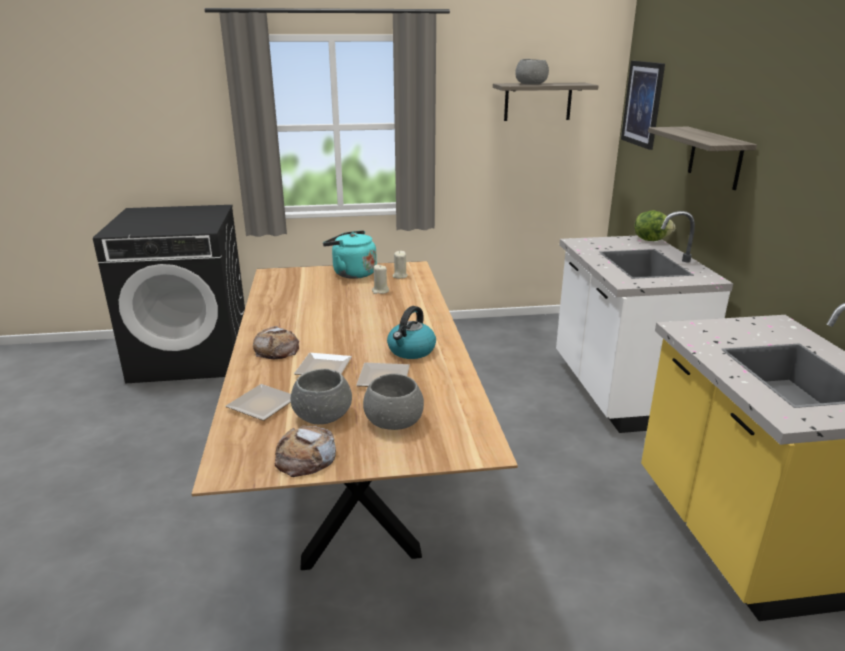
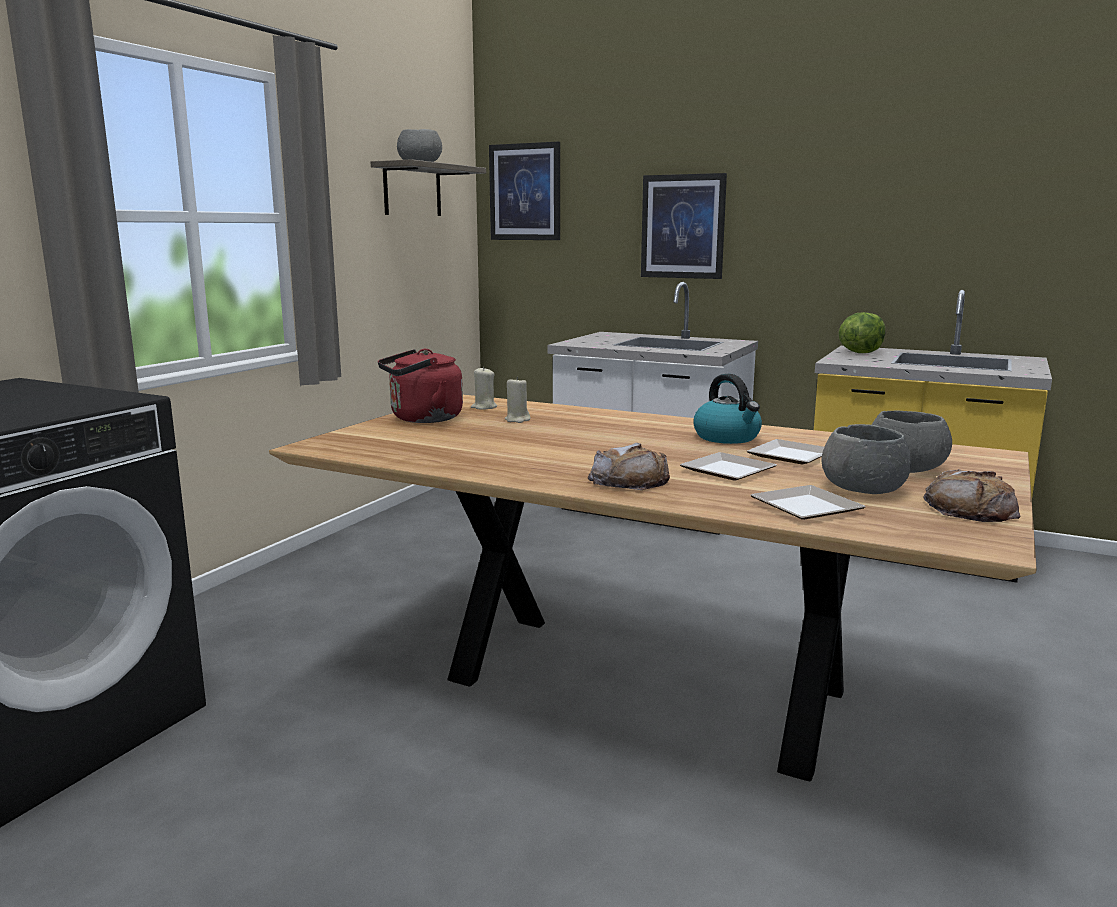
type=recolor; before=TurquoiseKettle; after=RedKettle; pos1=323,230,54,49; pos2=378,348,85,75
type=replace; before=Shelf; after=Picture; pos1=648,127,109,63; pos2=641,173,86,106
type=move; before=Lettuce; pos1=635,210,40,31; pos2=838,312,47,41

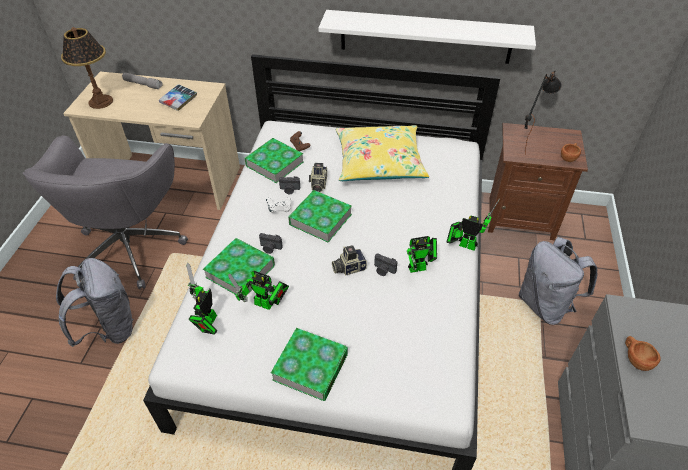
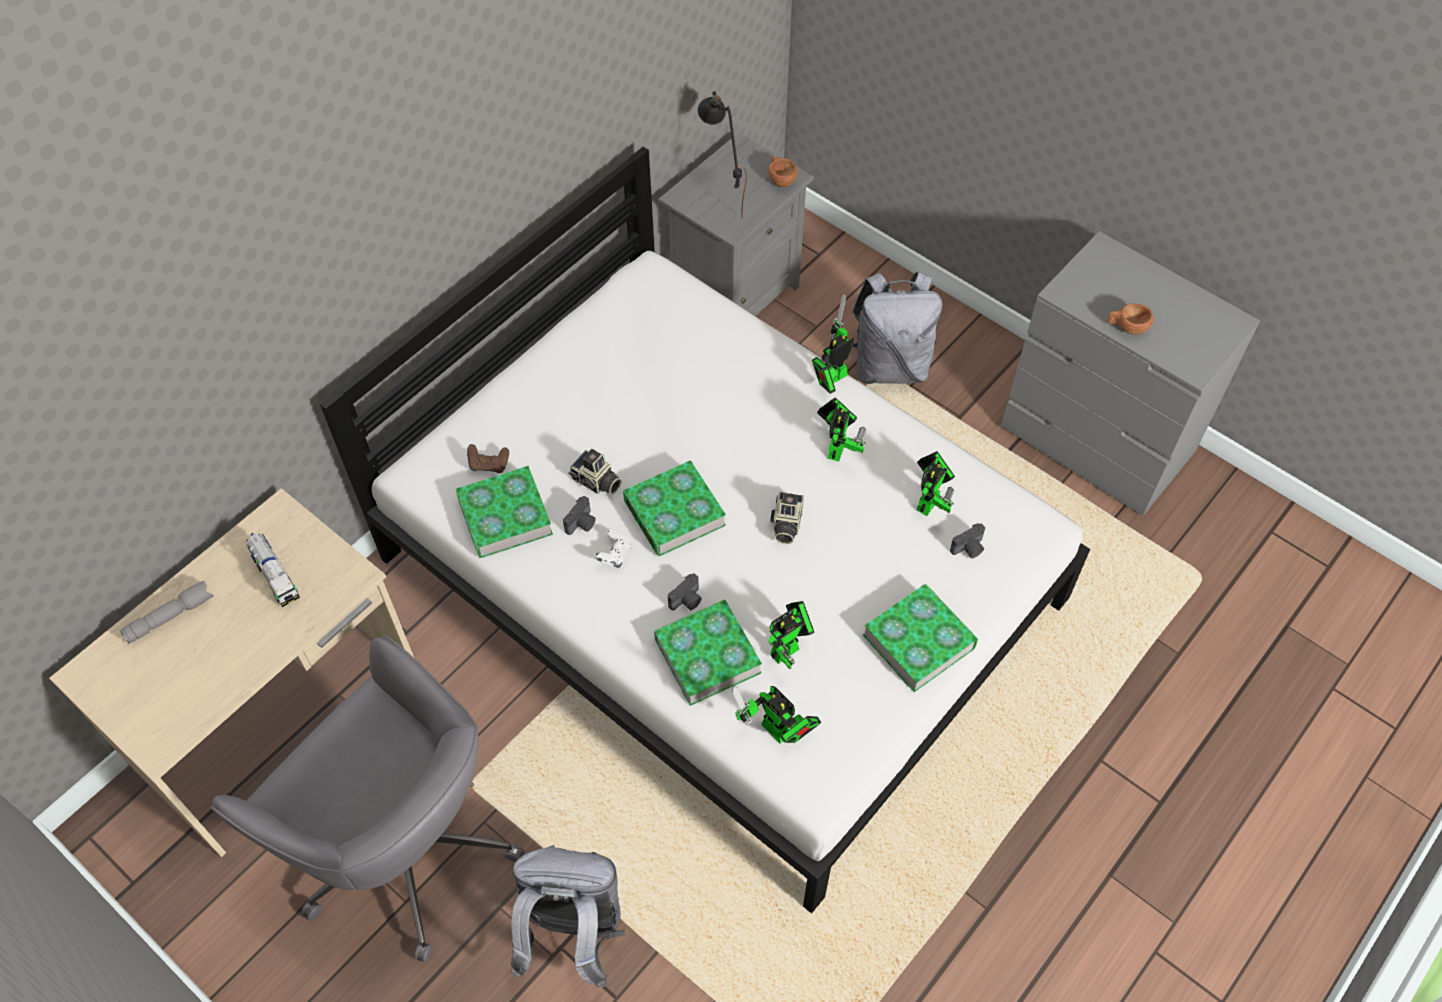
type=replace; before=Book; after=ToyTruck; pos1=159,84,38,27; pos2=246,533,54,74
type=recolor; before=BrownNightstand; after=GreyNightstand; pos1=488,123,100,117; pos2=659,133,155,183
type=insert; after=ToyRobot; pos2=917,451,38,65
type=move; before=PhotoCamera; pos1=374,253,23,23; pos2=950,523,35,35
type=delete; before=TableLamp; pos1=61,27,52,82
type=delete; before=WhiteShelf; pos1=318,10,218,54
type=delete; before=YellowPillow; pos1=336,125,93,56

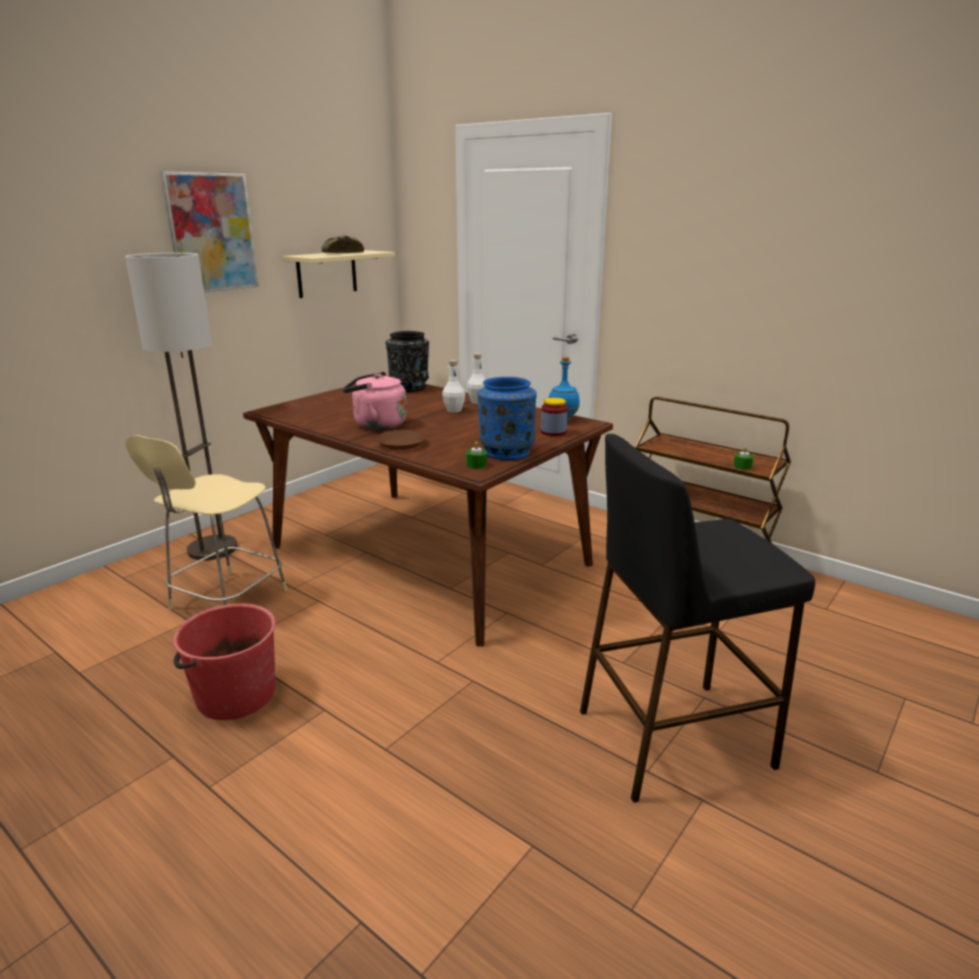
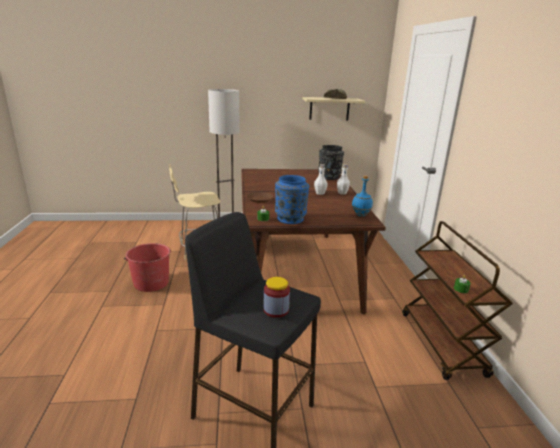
type=move; before=Jar; pos1=541,398,27,38; pos2=263,277,27,41
type=delete; before=Picture; pos1=160,171,99,122
type=delete; before=PinkKettle; pos1=342,372,65,58

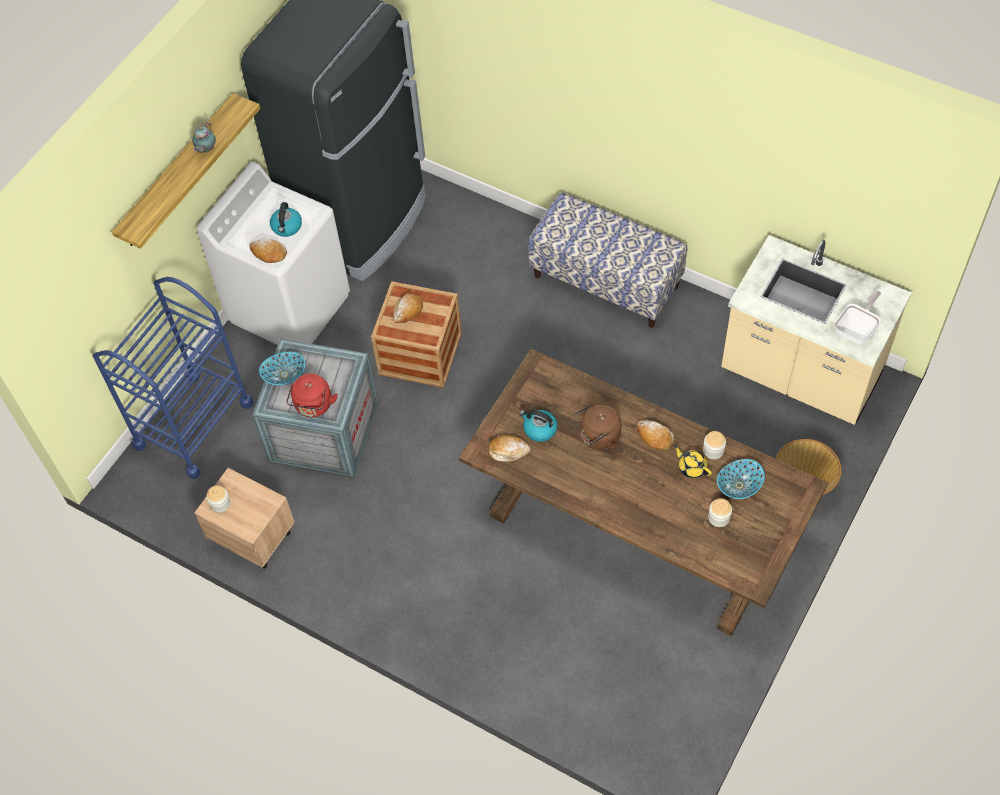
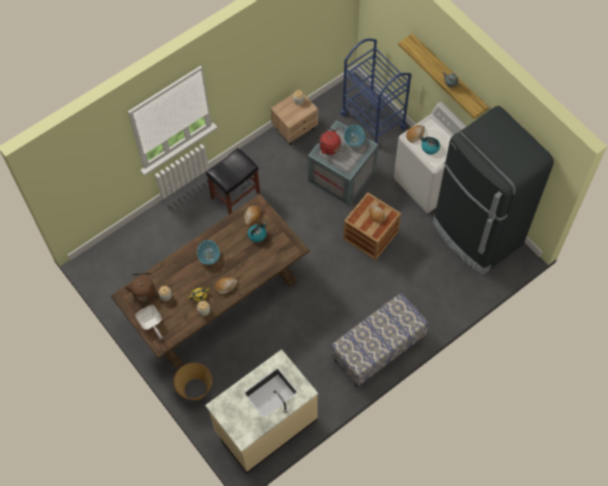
type=move; before=BrownKettle; pos1=573,404,48,46; pos2=126,273,29,28
type=move; before=FryingPan; pos1=835,291,46,53; pos2=136,305,27,34
type=move; before=Bowl; pos1=717,459,48,40; pos2=197,240,23,25
type=insert; after=BlackStool; pos2=206,148,54,67

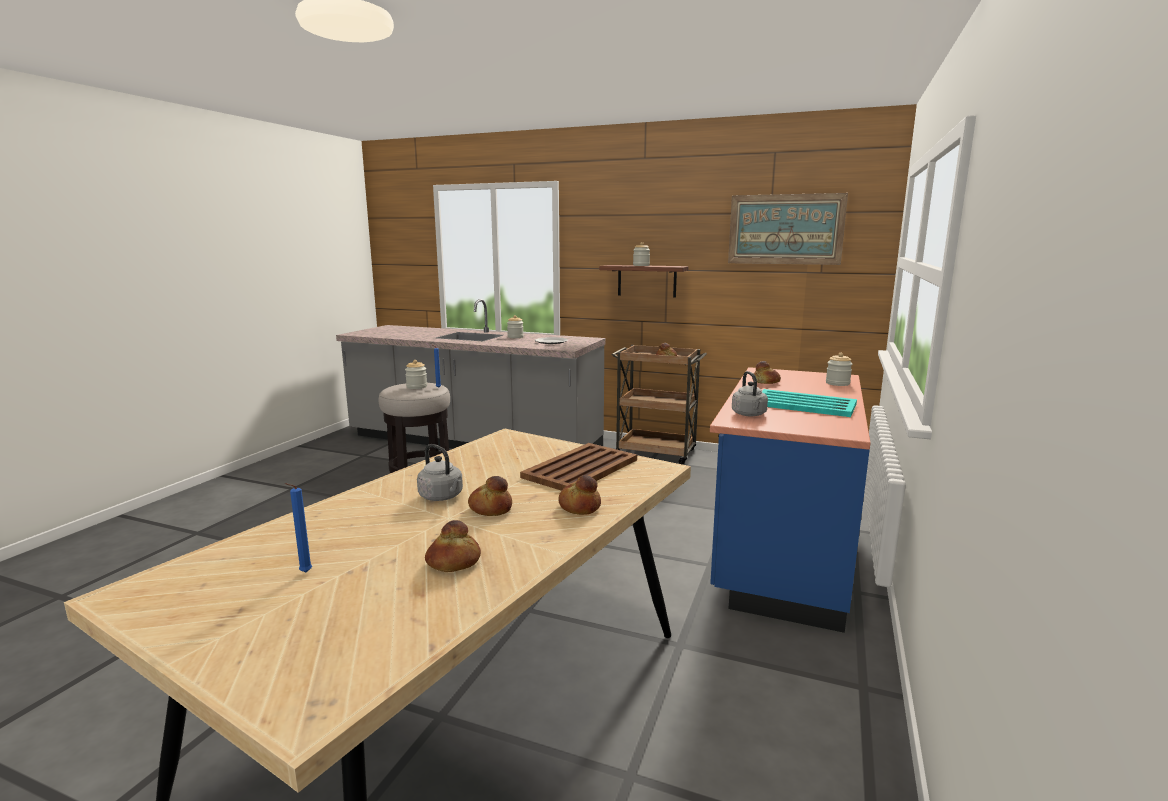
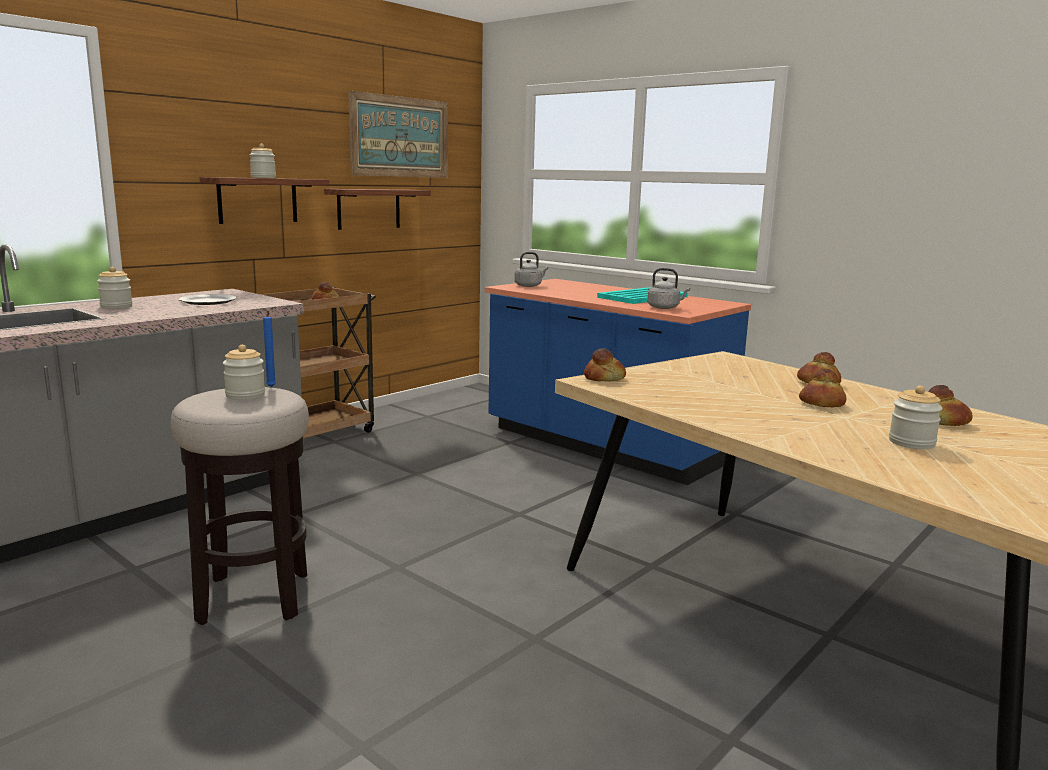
type=insert; after=Shelf; pos2=324,189,107,41
type=move; before=GreyKettle; pos1=417,444,46,57; pos2=514,252,34,35
type=move; before=Bread; pos1=752,361,29,23; pos2=584,348,42,33
type=move; before=Jar; pos1=826,353,26,33; pos2=889,386,53,63
type=delete; before=BlueCandle; pos1=285,483,27,89
type=delete; before=BrownTray; pos1=520,443,117,48

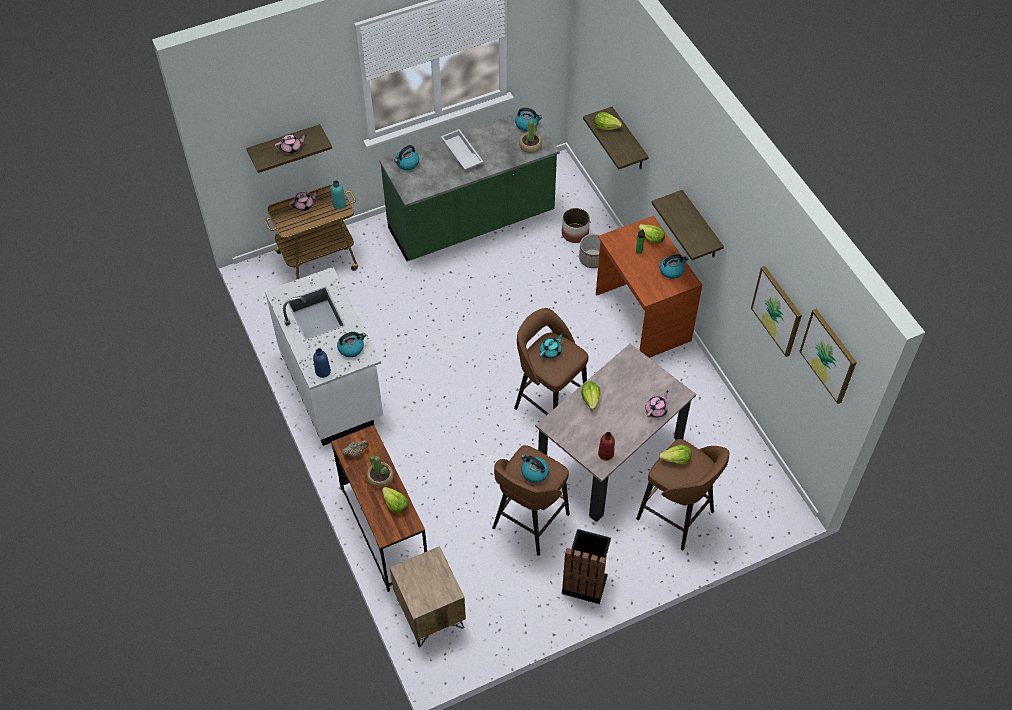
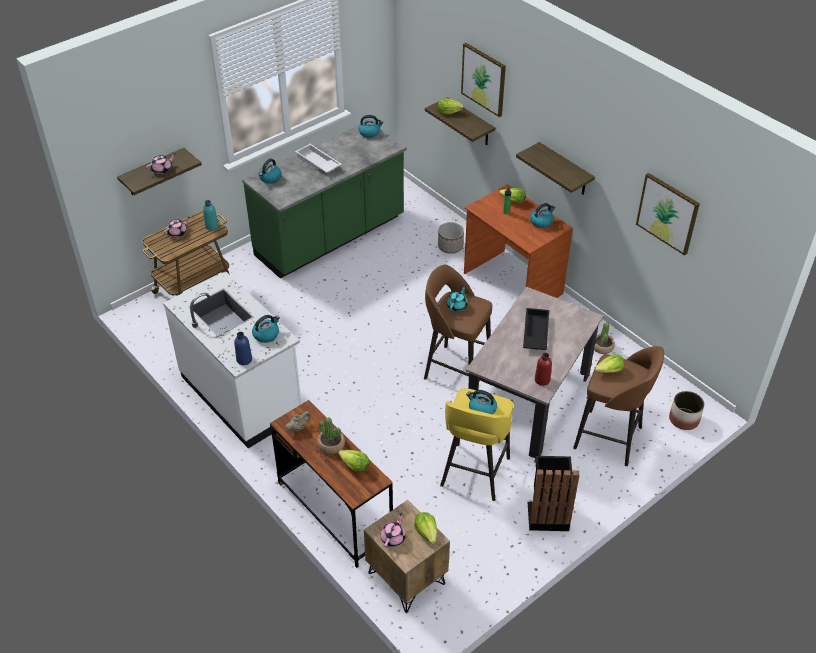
type=move; before=PinkTeapot; pos1=645,390,23,28; pos2=380,513,26,35
type=move; before=Lettuce; pos1=581,381,19,29; pos2=414,512,23,32
type=recolor; before=BrownStool; after=YellowStool; pos1=492,445,78,111; pos2=440,388,73,113
type=move; before=Picture; pos1=799,309,58,95; pos2=461,43,45,74
type=insert; after=BlackTray; pos2=523,308,26,42
type=move; before=PottedPlant; pos1=519,120,23,33; pos2=594,322,21,32
type=move; before=Planter; pos1=562,208,28,35; pos2=669,391,35,39

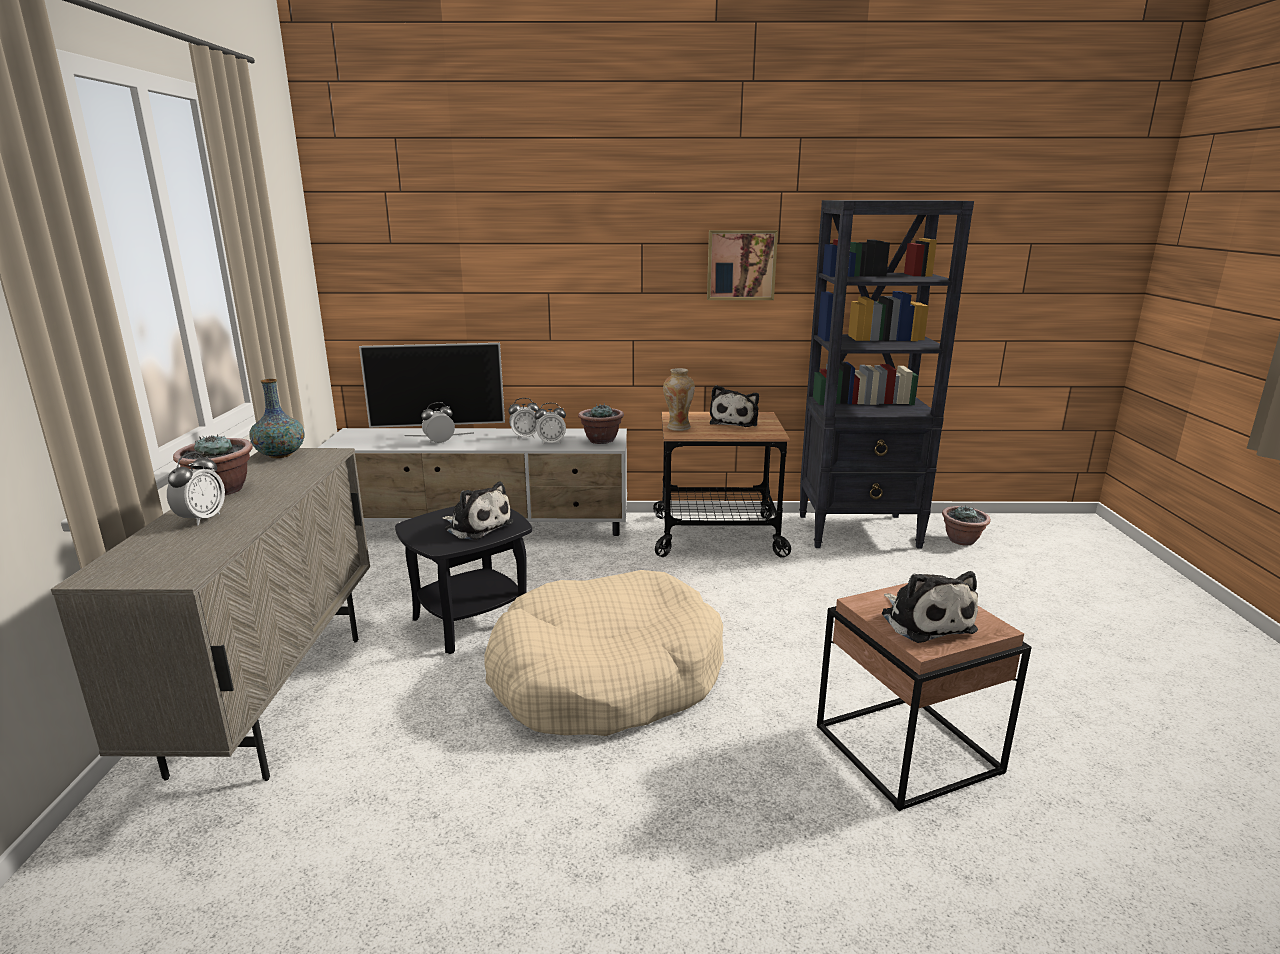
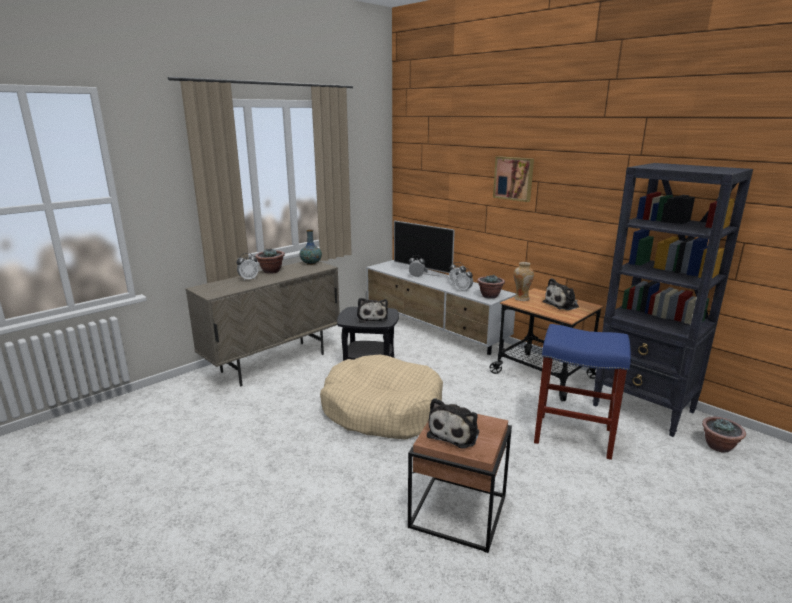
type=move; before=Picture; pos1=707,230,71,70; pos2=493,156,41,46
type=insert; after=BlueStool; pos2=534,324,97,136

